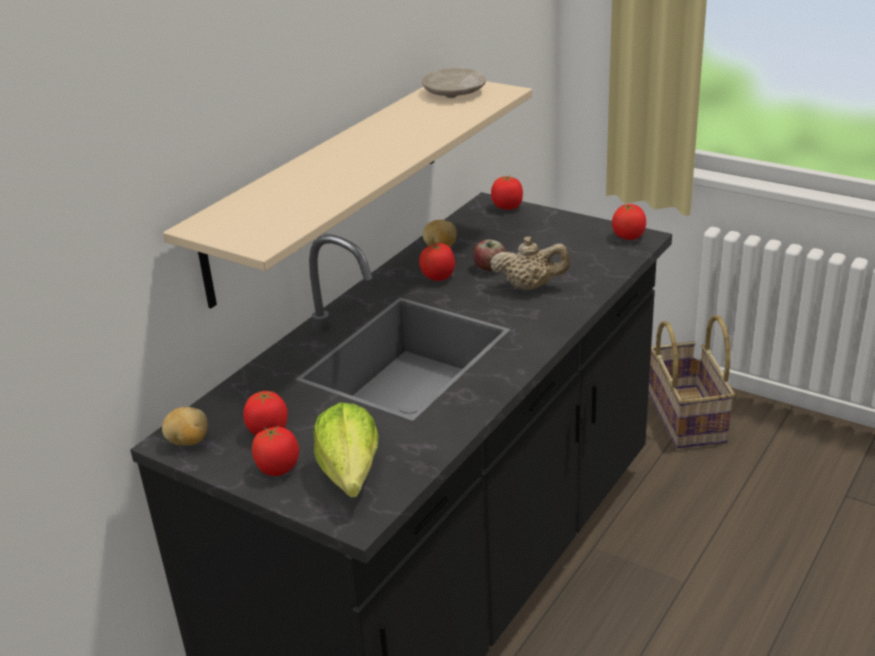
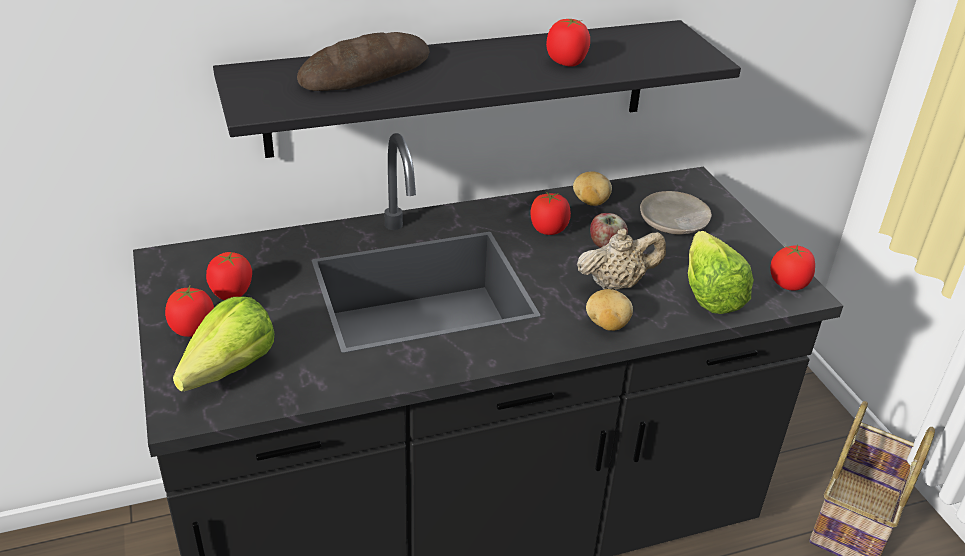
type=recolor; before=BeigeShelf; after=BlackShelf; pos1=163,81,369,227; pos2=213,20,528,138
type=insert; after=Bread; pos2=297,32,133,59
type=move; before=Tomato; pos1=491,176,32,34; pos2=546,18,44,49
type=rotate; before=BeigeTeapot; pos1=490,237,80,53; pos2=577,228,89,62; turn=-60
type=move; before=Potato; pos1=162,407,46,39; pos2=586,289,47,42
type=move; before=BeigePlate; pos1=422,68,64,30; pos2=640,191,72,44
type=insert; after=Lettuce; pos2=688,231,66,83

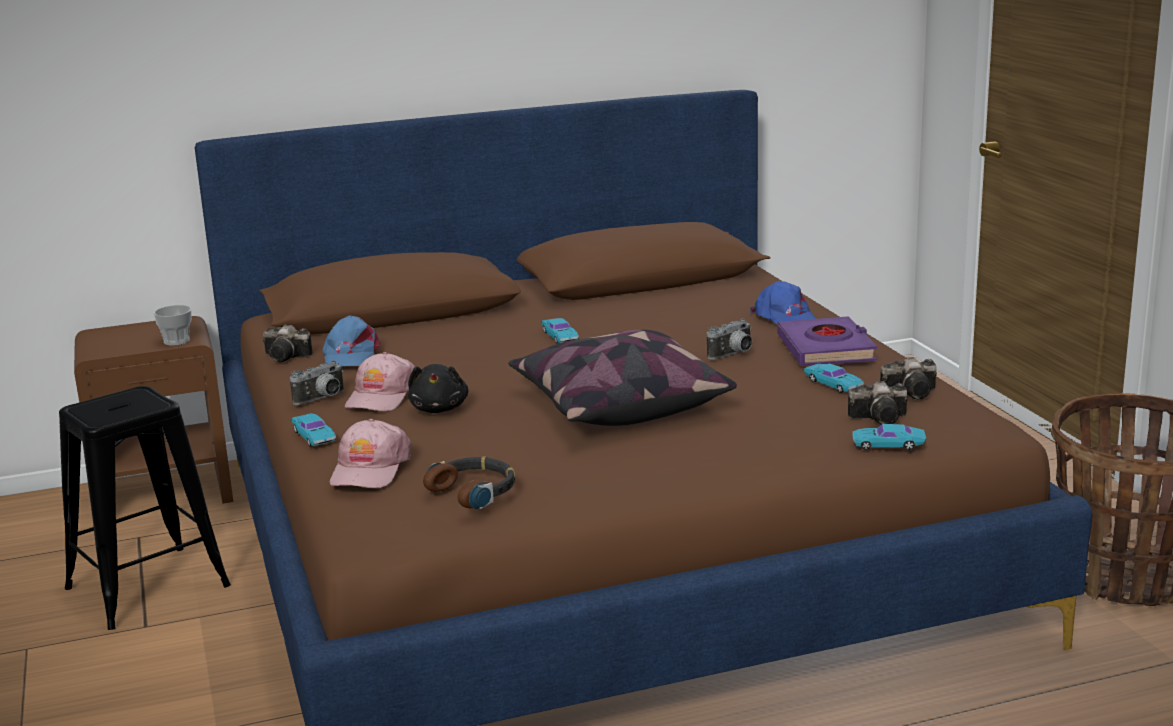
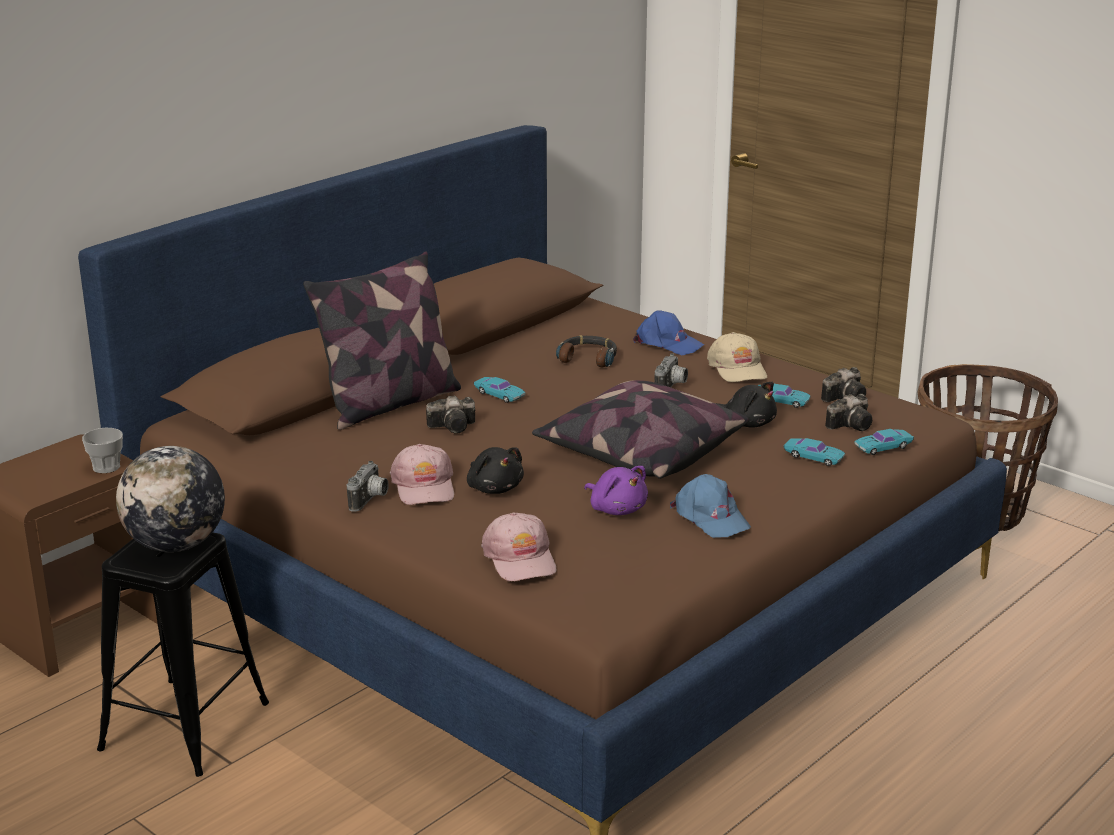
type=insert; after=Globe; pos2=116,446,109,106
type=insert; after=Pillow; pos2=303,251,158,179
type=move; before=PhotoCamera; pos1=263,324,50,38; pos2=426,396,49,38
type=move; before=Headphones; pos1=423,456,92,53; pos2=556,335,61,32
type=insert; after=PurplePlushToy; pos2=584,466,64,49
type=move; before=BlueCap; pos1=323,315,58,52; pos2=670,474,81,64
type=replace; before=PurpleBook; after=BeigeCap; pos1=777,316,100,50; pos2=707,332,60,51
type=insert; after=BlackPlushToy; pos2=716,382,61,46
type=move; before=TurquoiseToyCar; pos1=291,413,45,33; pos2=784,438,61,28

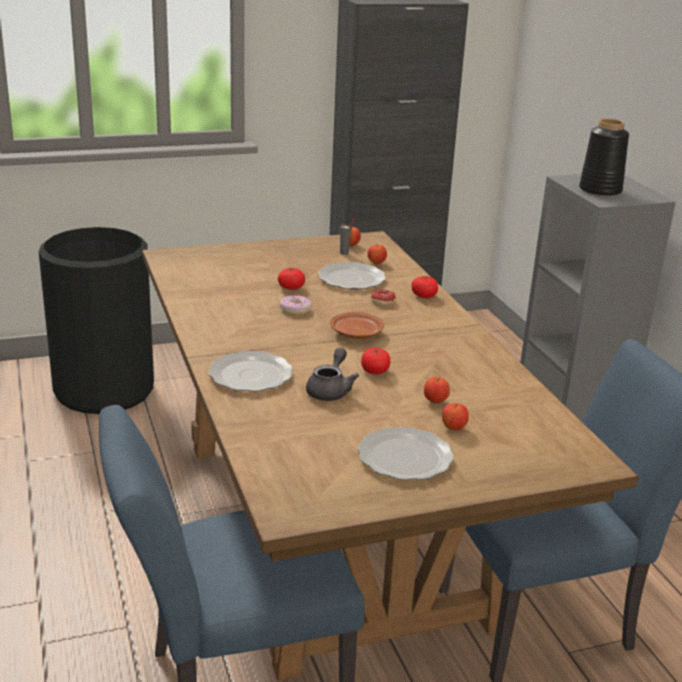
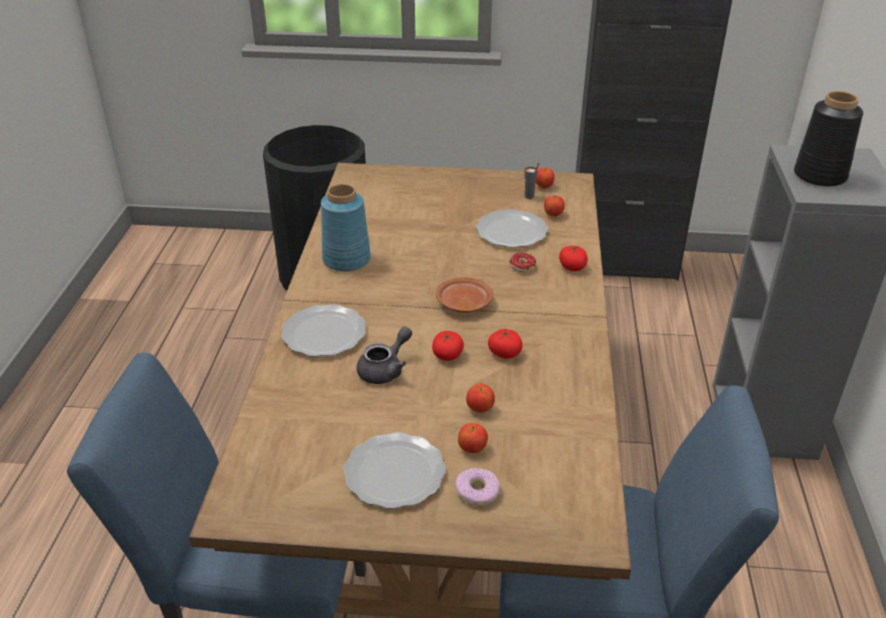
type=insert; after=BlueVase; pos2=321,184,50,88
type=move; before=Donut; pos1=280,295,32,20; pos2=455,468,45,38
type=move; before=Tomato; pos1=278,268,27,22; pos2=488,329,35,30

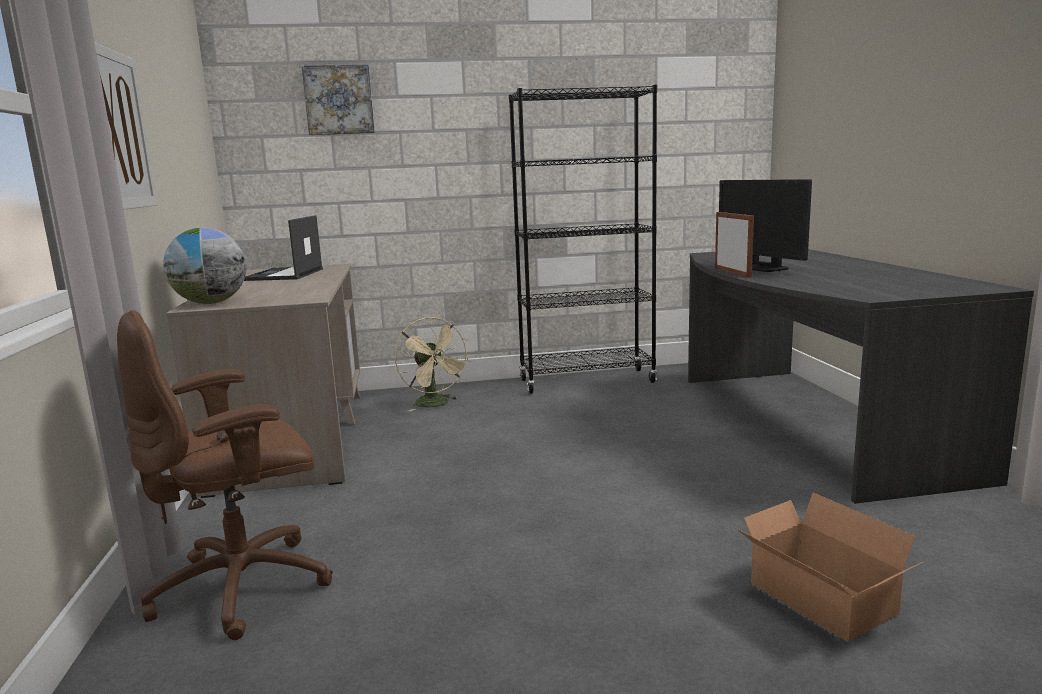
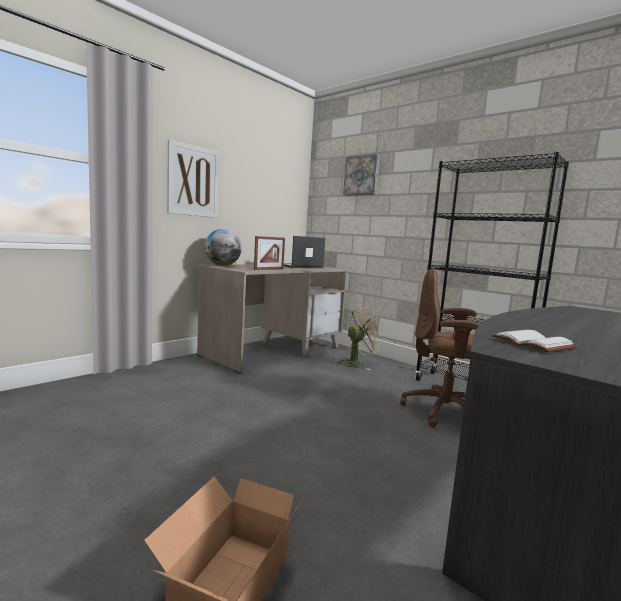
type=move; before=PictureFrame; pos1=715,212,39,66; pos2=254,236,31,34
type=rotate; before=BeigeFan; pos1=395,317,75,94; pos2=335,307,46,63; turn=-135
type=move; before=BrownOfficeChair; pos1=117,310,216,330; pos2=400,268,80,159
type=insert; after=WhiteBook; pos2=492,330,86,22
type=delete; before=Monitor; pos1=719,179,93,93

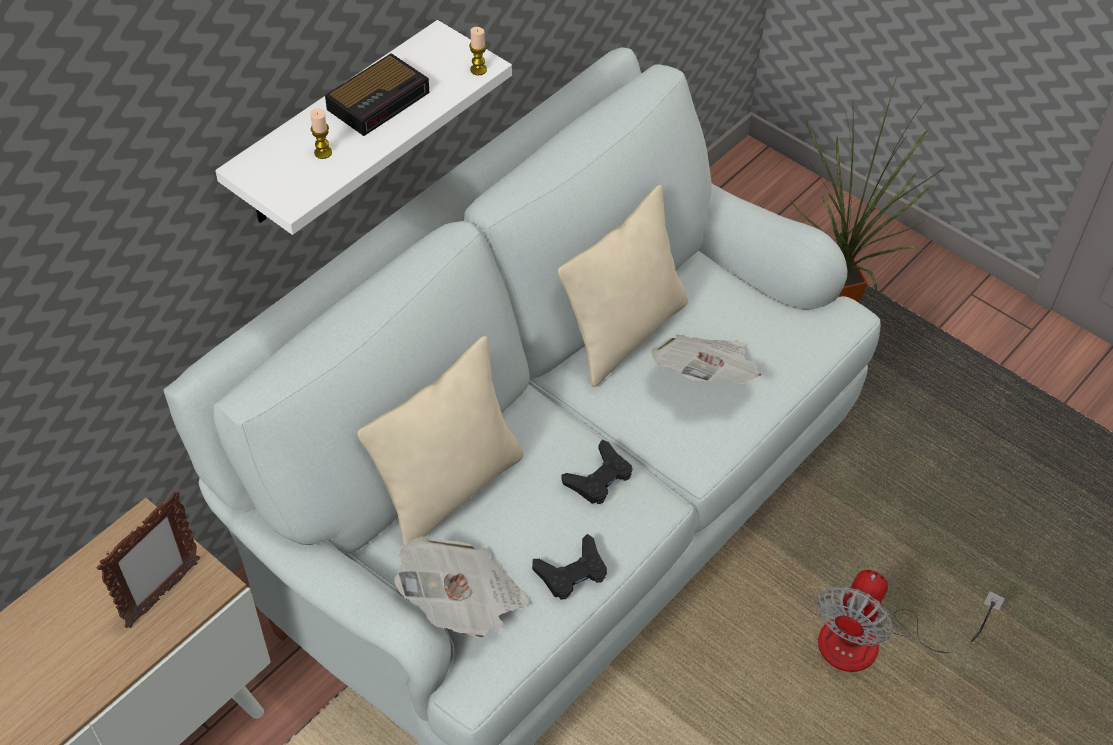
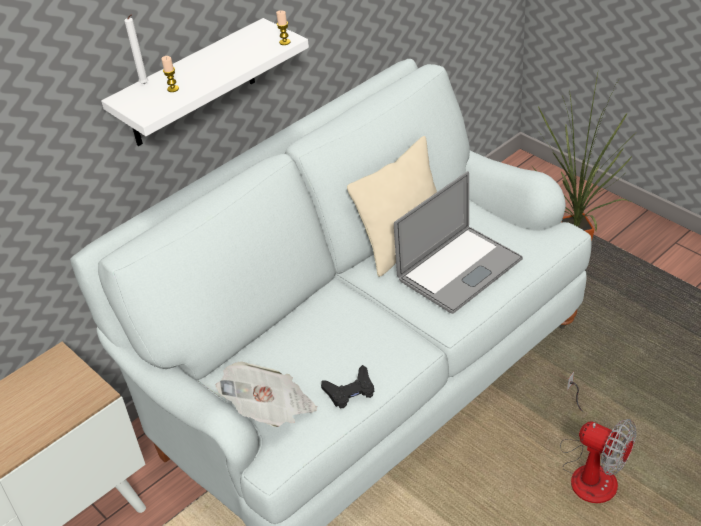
type=insert; after=WhiteCandle; pos2=124,14,24,70
type=replace; before=Newspaper; after=Laptop; pos1=651,334,110,50; pos2=394,171,129,143
type=rotate; before=Fan; pos1=817,570,188,102; pos2=560,372,77,131; turn=-90
type=delete; before=PictureFrame; pos1=97,491,103,137
type=delete; before=AlarmClock; pos1=325,53,105,83
type=delete; before=BeigePillow; pos1=357,336,167,211
type=delete; before=BlackGameController; pos1=561,440,72,64

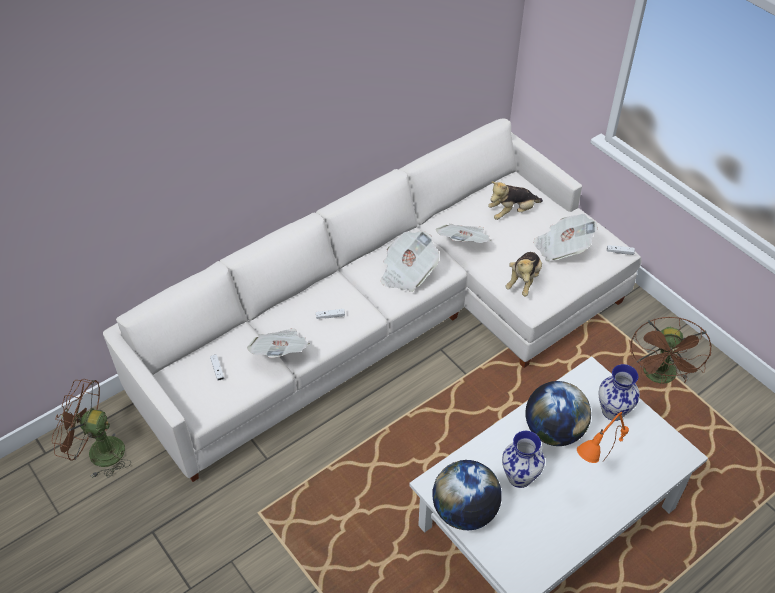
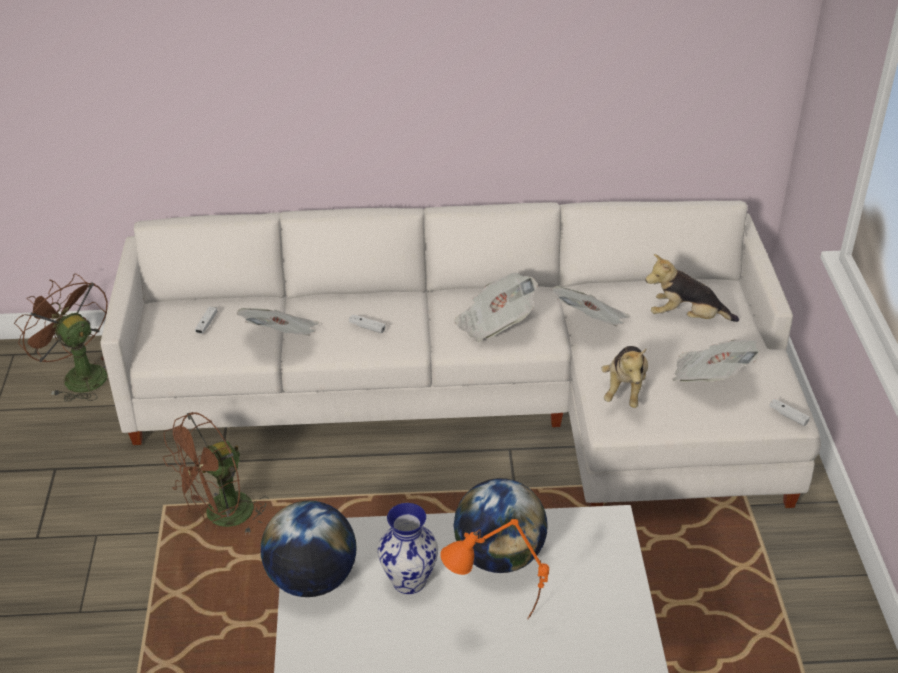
type=move; before=BrownFan; pos1=631,317,81,66; pos2=163,412,106,120
type=rotate; before=PlushToy; pos1=505,252,37,44; pos2=601,346,47,62; turn=-45
type=delete; before=Vase; pos1=598,364,42,57

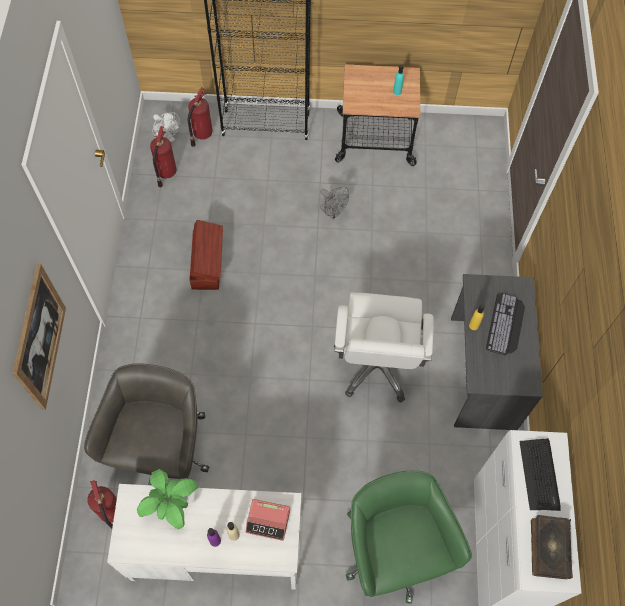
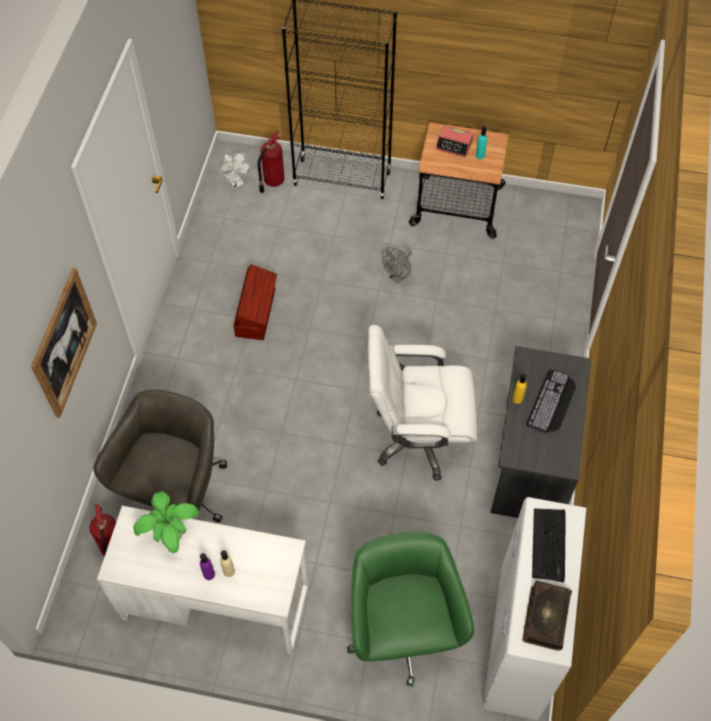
type=rotate; before=WhiteOfficeChair; pos1=334,292,100,111; pos2=368,325,109,156; turn=75
type=rotate; before=GreyFan; pos1=320,187,29,32; pos2=382,247,30,37; turn=75
type=move; before=AlarmClock; pos1=246,499,44,42; pos2=436,126,38,32
type=delete; before=FireExtinguisher; pos1=150,126,27,62

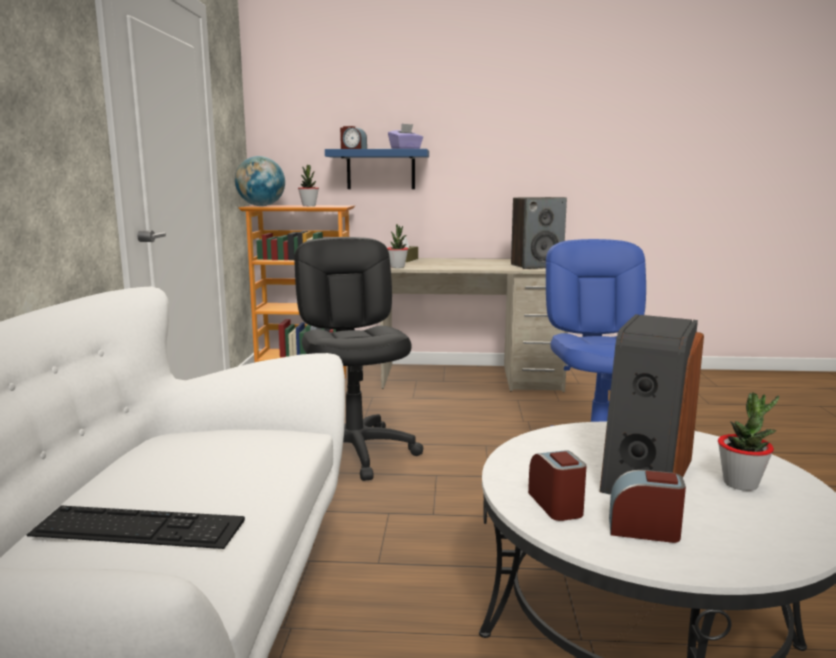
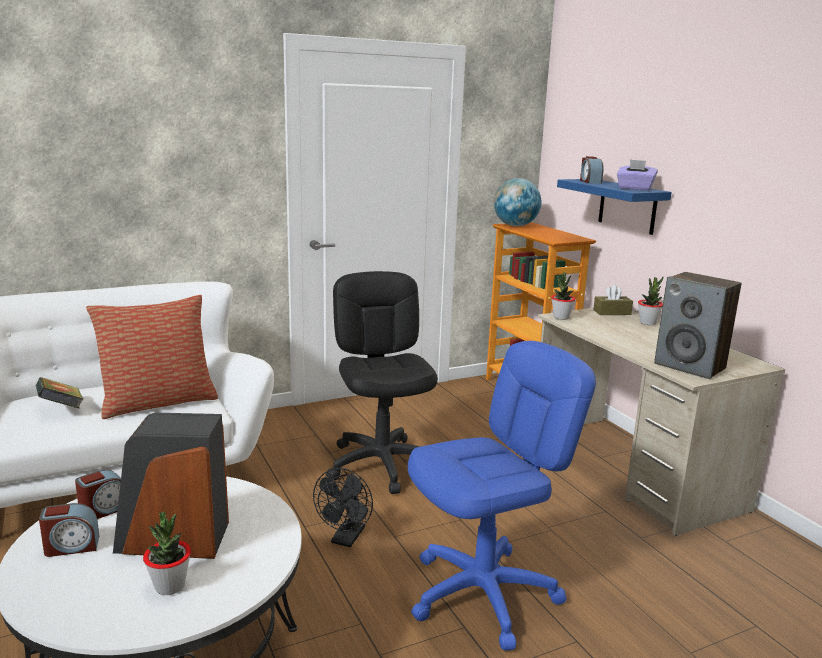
type=replace; before=Keyboard; after=Book; pos1=27,506,218,43; pos2=36,377,47,31
type=rotate; before=AlarmClock; pos1=609,470,77,73; pos2=39,503,60,54; turn=90
type=insert; after=Pillow; pos2=86,295,132,124
type=insert; after=BlackFan; pos2=313,468,60,79
type=rotate; before=BlackOfficeChair; pos1=294,237,129,244; pos2=326,271,112,223; turn=-60
type=move; before=PottedPlant; pos1=298,165,21,41; pos2=638,277,25,48

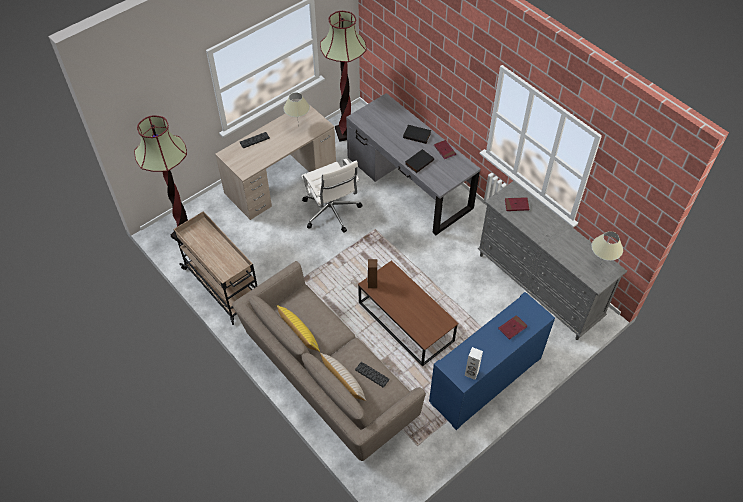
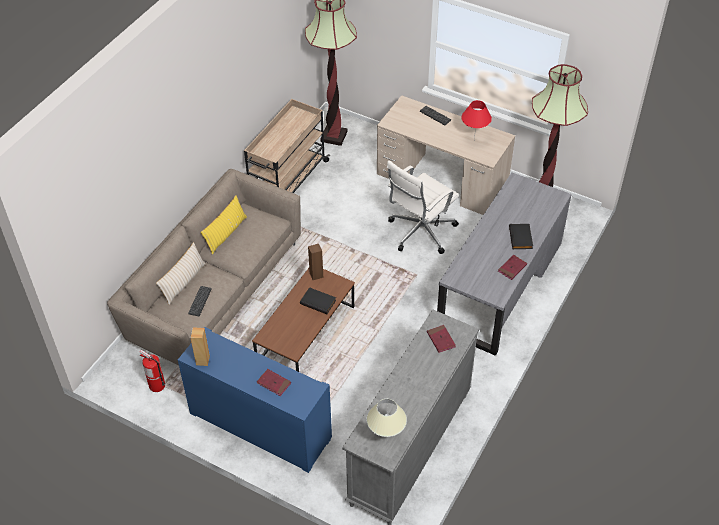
type=insert; after=FireExtinguisher; pos2=139,349,26,43
type=recolor; before=WhiteSpeaker; after=BrownSpeaker; pos1=465,347,18,33; pos2=191,327,19,39
type=move; before=BlackBook; pos1=405,149,29,24; pos2=300,287,36,27
type=recolor; before=BeigeTableLamp; after=RedTableLamp; pos1=284,93,26,34; pos2=461,100,31,40

